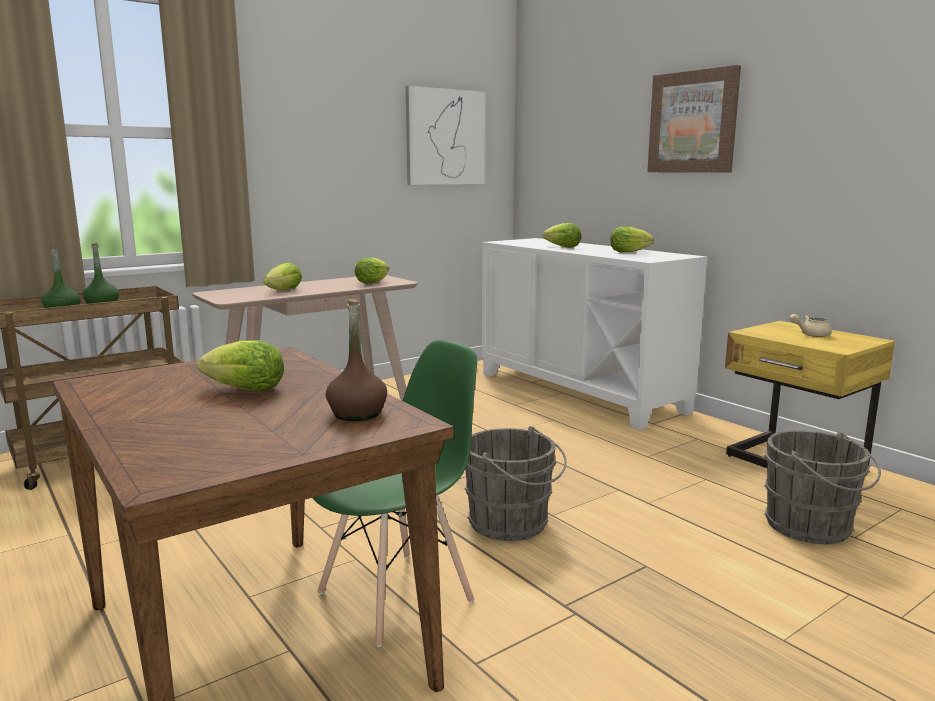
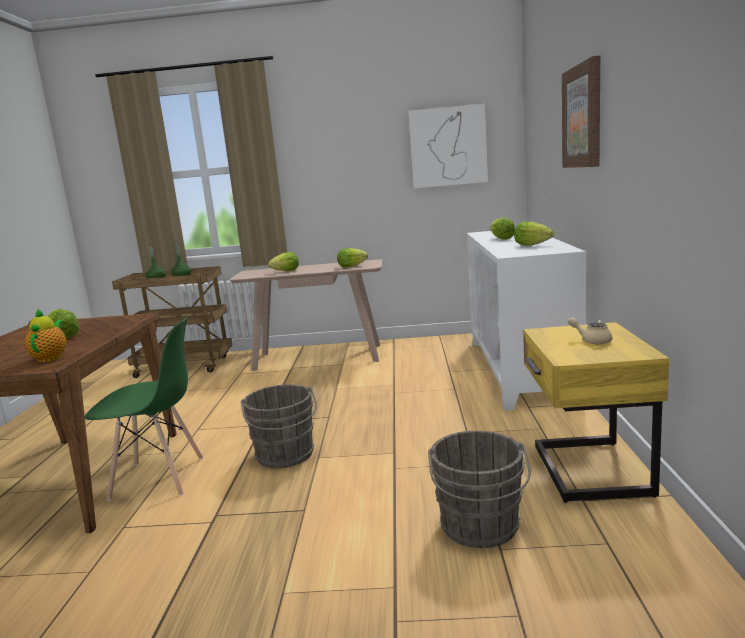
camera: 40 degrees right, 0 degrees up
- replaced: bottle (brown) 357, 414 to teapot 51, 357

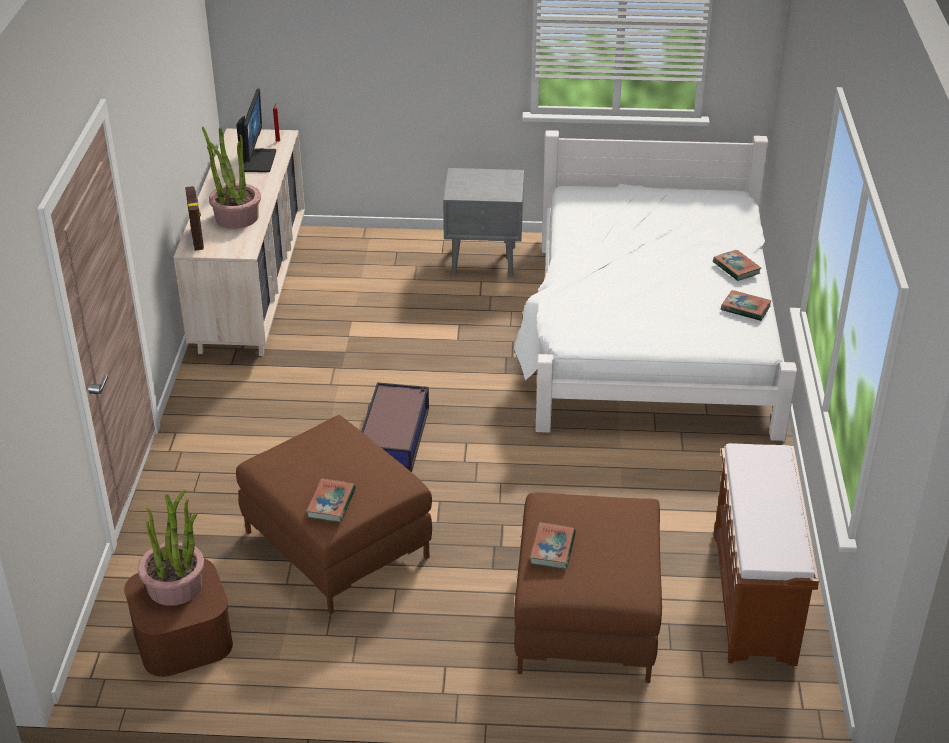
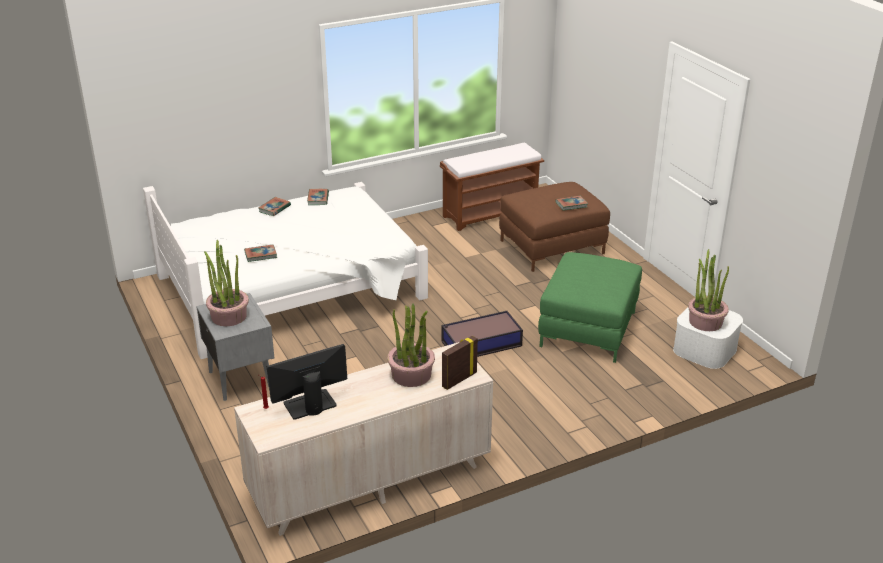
camera: 120 degrees left, 5 degrees down
- recoloured: storage box (brown) 182, 637 to storage box (white) 705, 349
- recoloured: ottoman (brown) 335, 544 to ottoman (green) 588, 329
- moved: book 331, 503 to 260, 255
- added: potted plant 229, 316

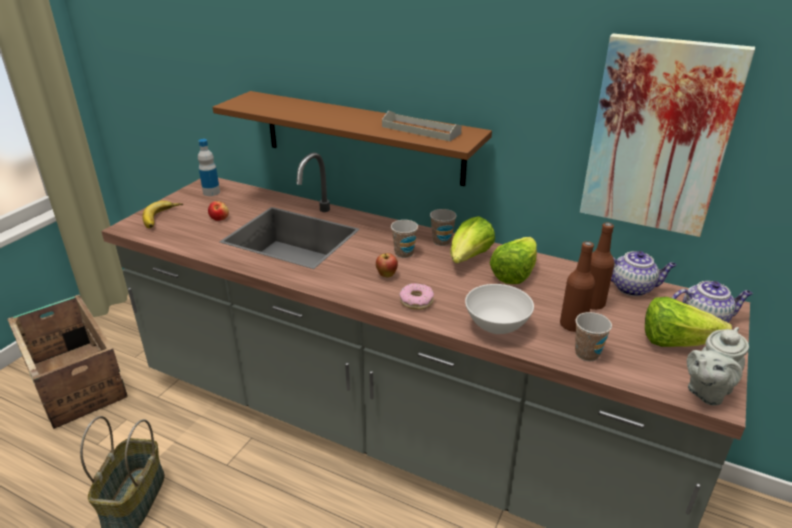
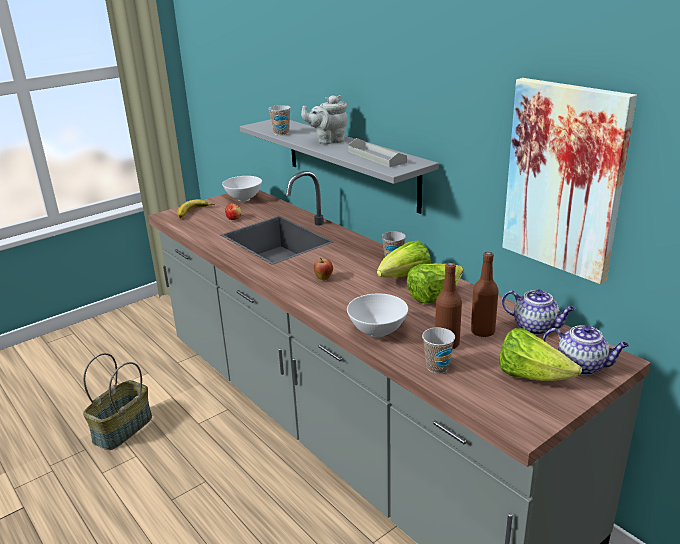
camera: 25 degrees right, 5 degrees down
- removed: crate 76, 380
- replaced: bottle 211, 192 to bowl (white) 243, 199
- recoloured: shelf (brown) 361, 137 to shelf (grey) 350, 162
- moved: cup 404, 253 to 281, 133
- removed: donut 416, 301
- moved: teapot (grey) 707, 391 to 328, 141

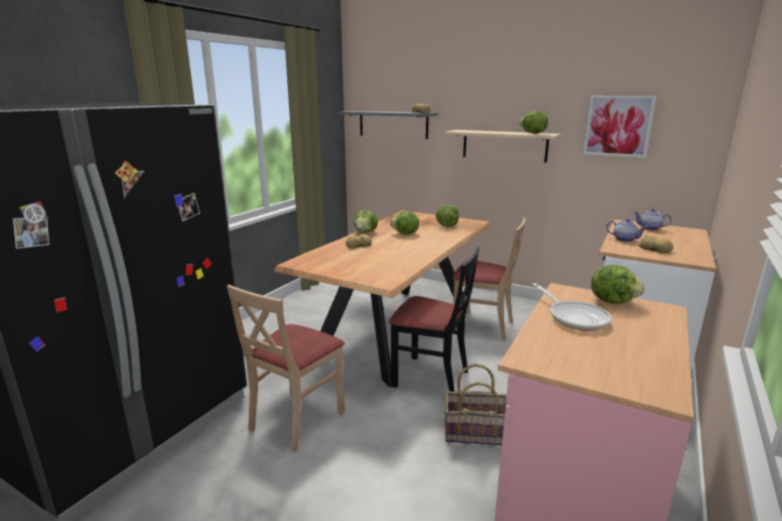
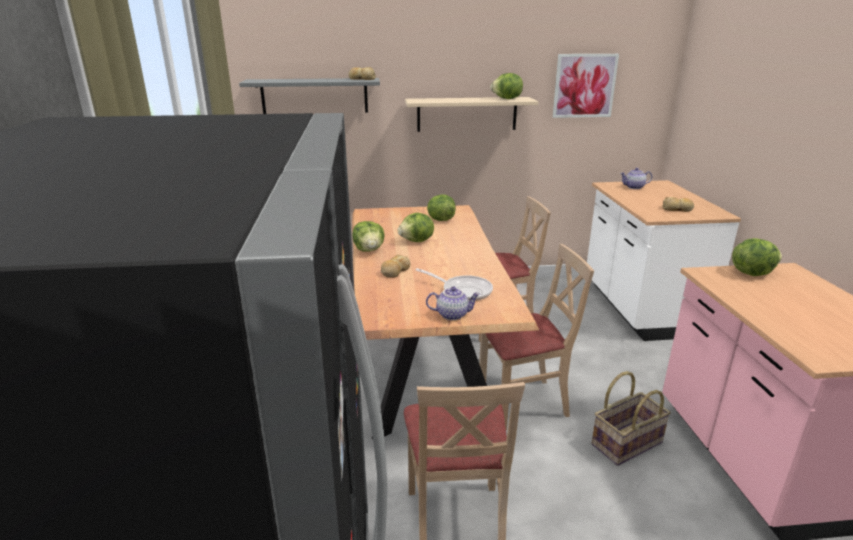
camera: 35 degrees left, 5 degrees up
- recoloured: chair (black) 430, 377 to chair (beige) 522, 402
- moved: frying pan 575, 318 to 463, 291
- moved: teapot 624, 239 to 452, 314

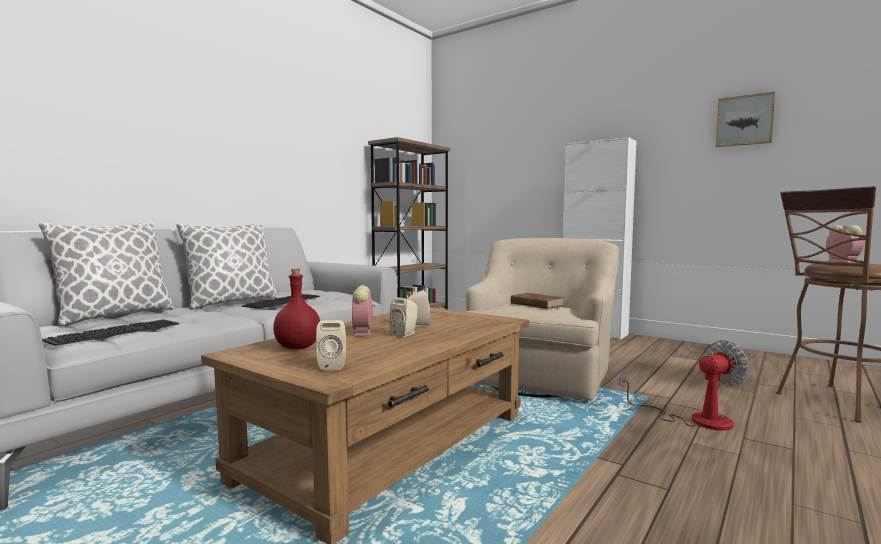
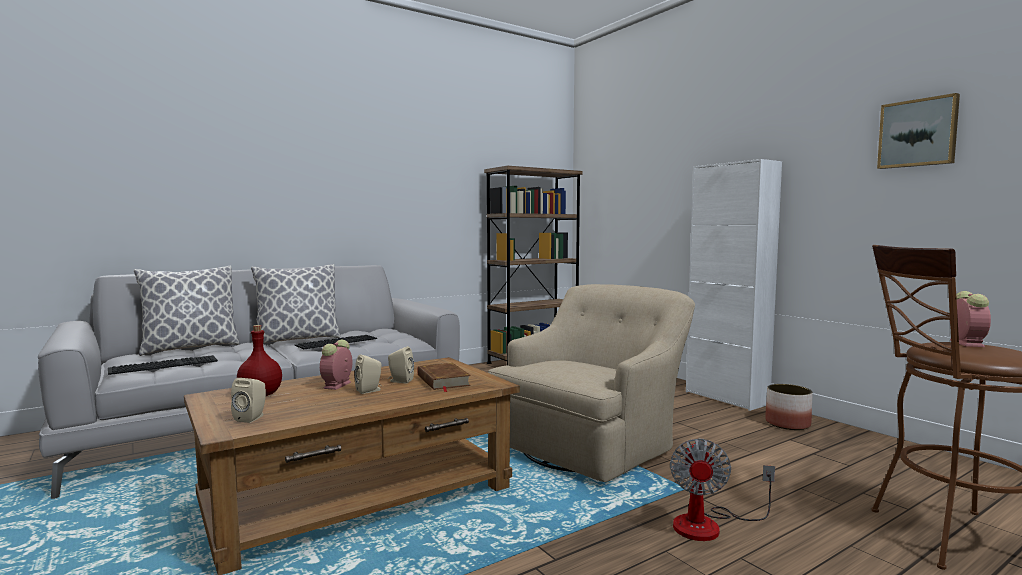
camera: 20 degrees right, 0 degrees up
- moved: book (brown) 537, 304 to 443, 381
- turned: fan 695, 419 = 709, 525 105 degrees clockwise
- added: planter 788, 424

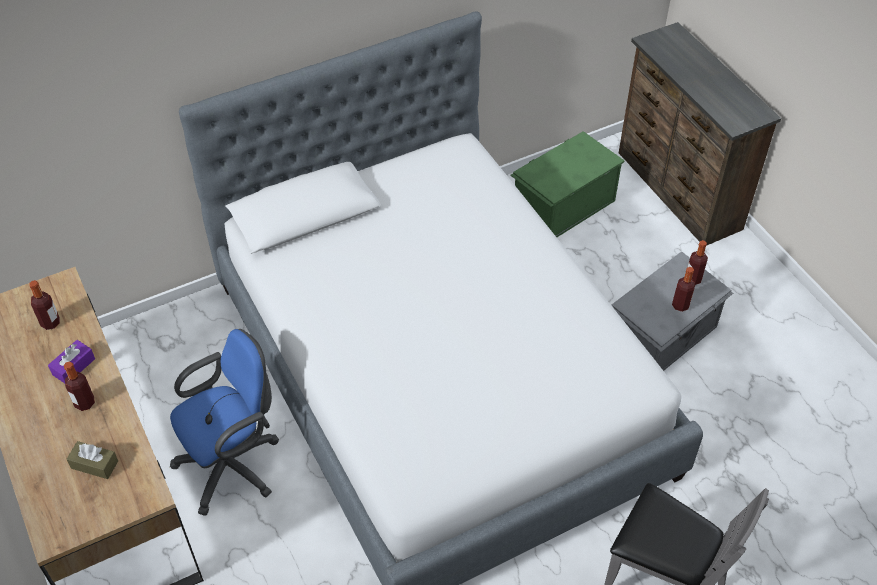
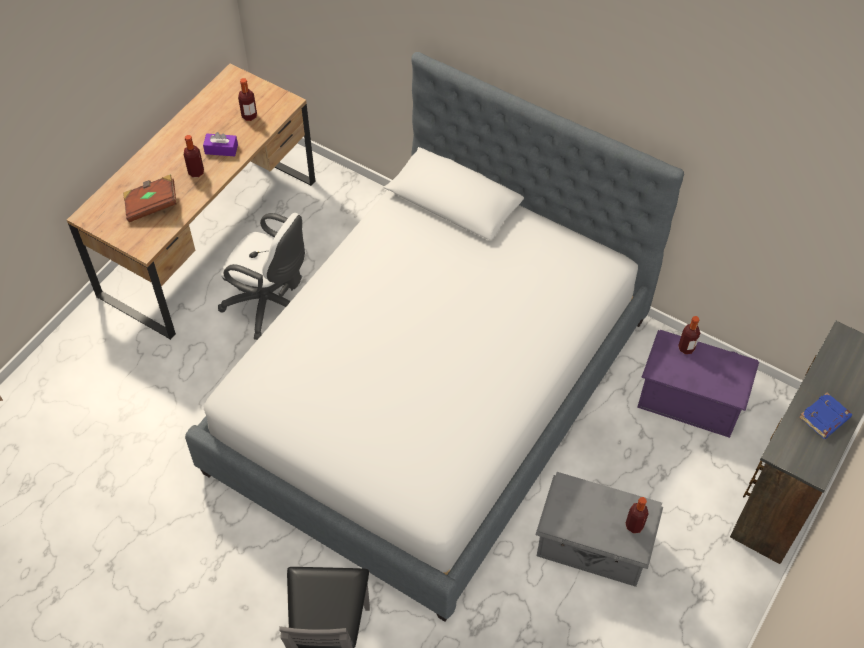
camera: 60 degrees right, 5 degrees up
- replaced: tissue box (brown) 94, 464 to book (brown) 152, 205
- recoloured: office chair (blue) 234, 464 to office chair (white) 271, 305
- recoloured: storage box (green) 562, 205 to storage box (purple) 690, 397
- moved: bottle 680, 305 to 686, 348
- added: book (blue) 824, 418

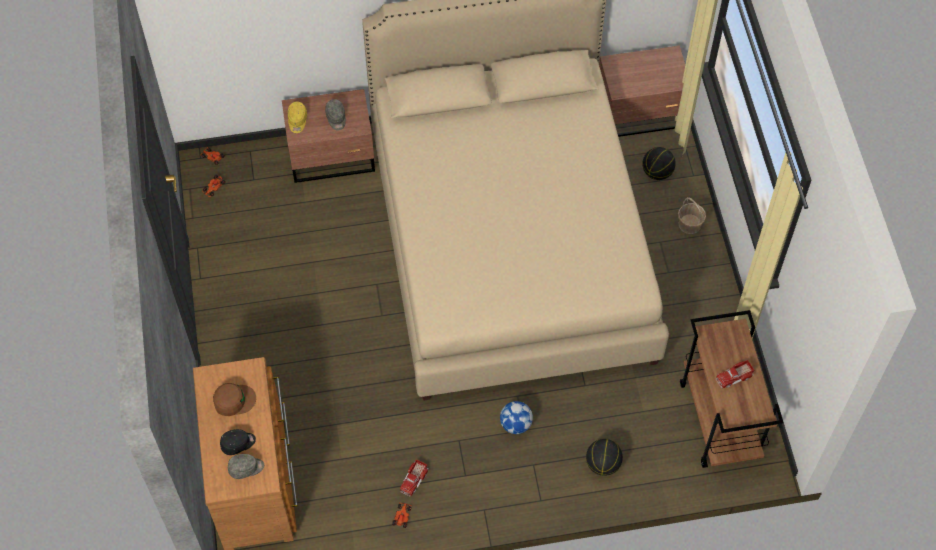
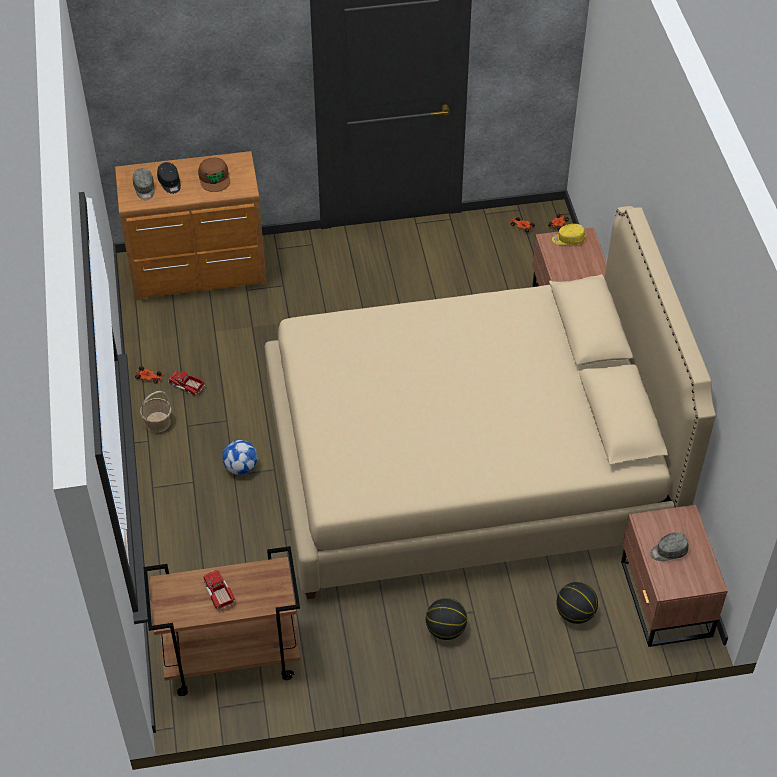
camera: 90 degrees right, 10 degrees down
- moved: cap (grey) 336, 118 to 668, 551
- moved: basketball 603, 464 to 445, 630
- moved: basket 689, 224 to 157, 422

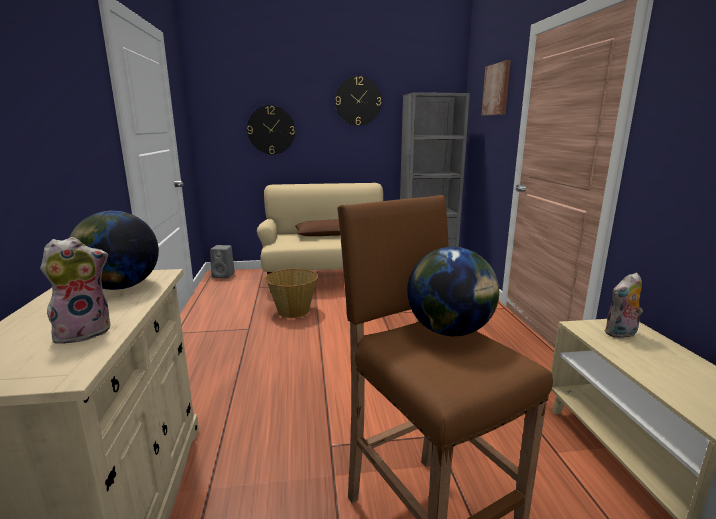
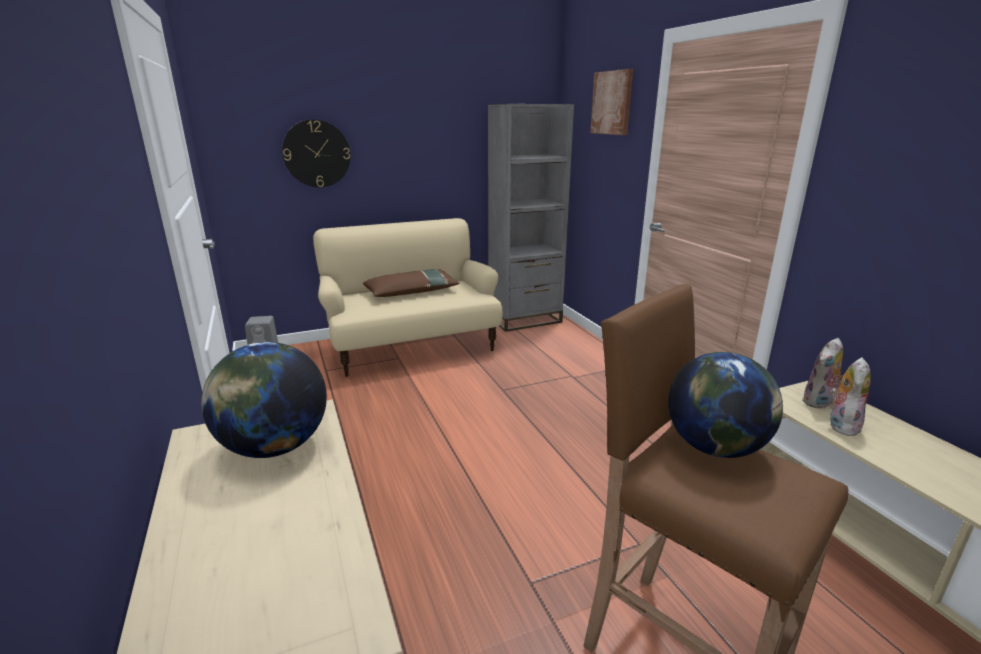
camera: 15 degrees left, 5 degrees up
- moved: plush toy 84, 332 to 841, 425
- removed: basket 293, 311
- removed: wall clock 358, 101

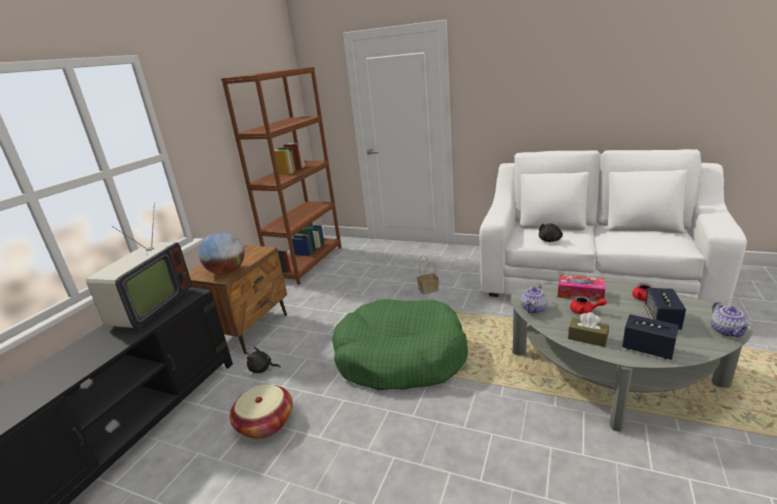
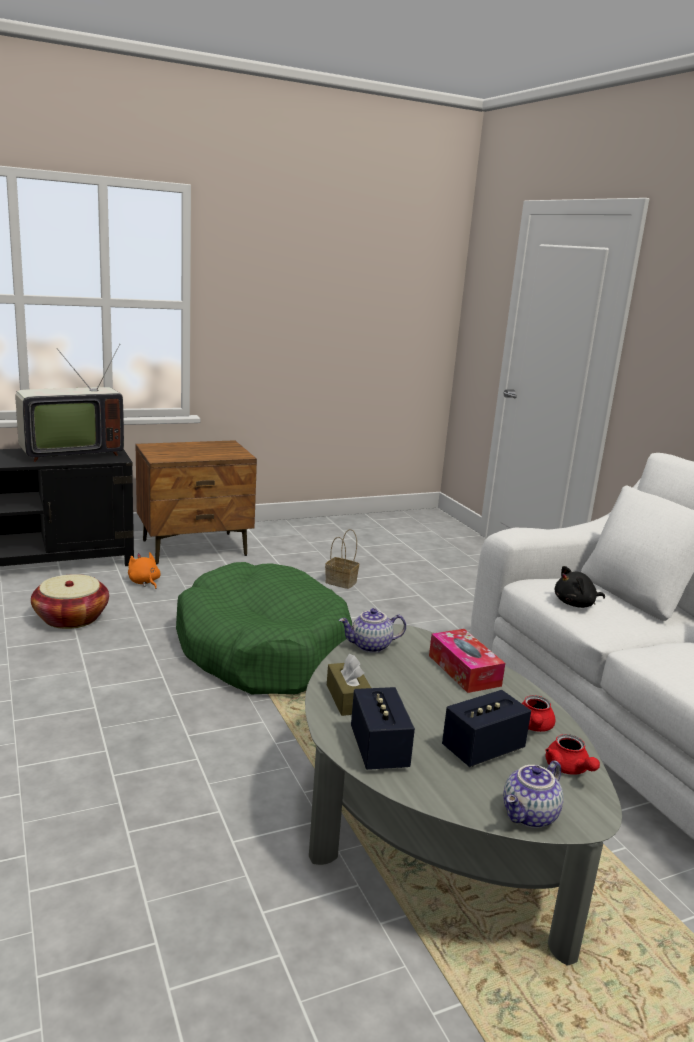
camera: 40 degrees right, 5 degrees down
- removed: globe 227, 272
- removed: bookcase (brown) 307, 263
- recoloured: plush toy (black) 262, 369 to plush toy (orange) 144, 582
- moved: basket 429, 289 to 342, 582
- moved: teapot (red) 585, 311 to 569, 769

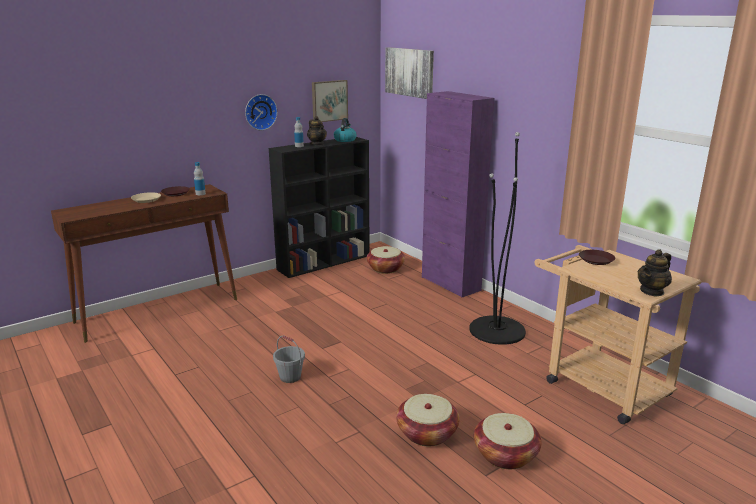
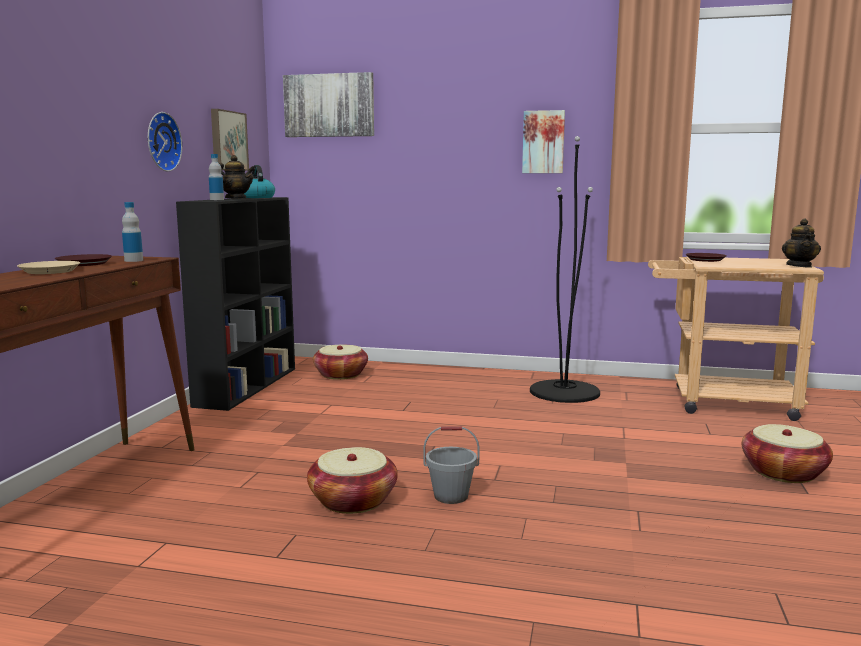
camera: 40 degrees left, 10 degrees down
- moved: basket 427, 433 to 353, 501
- removed: cabinet (purple) 450, 284
- added: picture 543, 142

